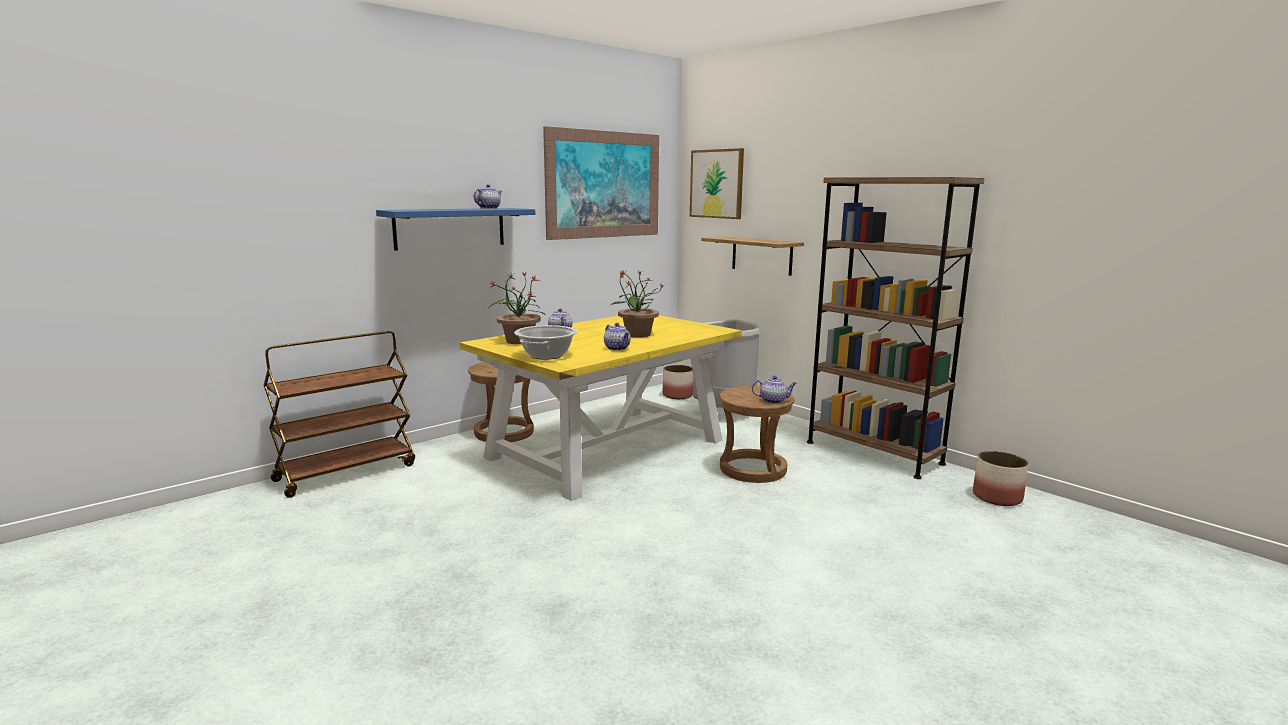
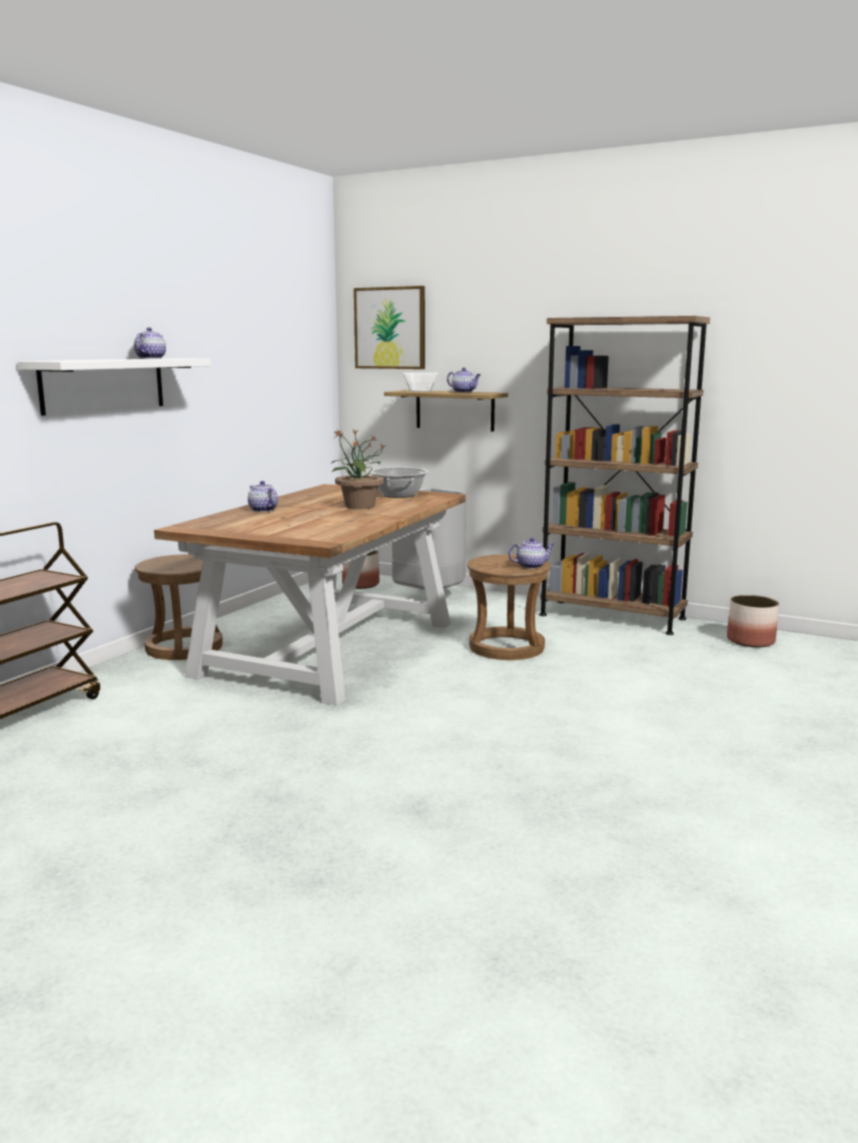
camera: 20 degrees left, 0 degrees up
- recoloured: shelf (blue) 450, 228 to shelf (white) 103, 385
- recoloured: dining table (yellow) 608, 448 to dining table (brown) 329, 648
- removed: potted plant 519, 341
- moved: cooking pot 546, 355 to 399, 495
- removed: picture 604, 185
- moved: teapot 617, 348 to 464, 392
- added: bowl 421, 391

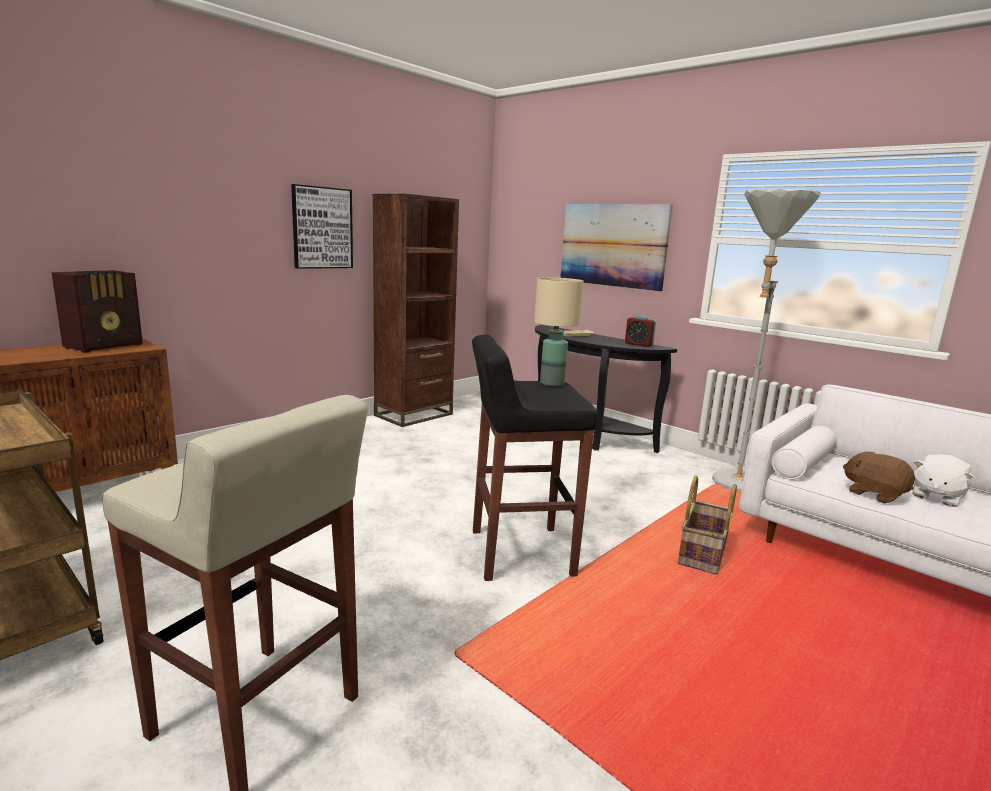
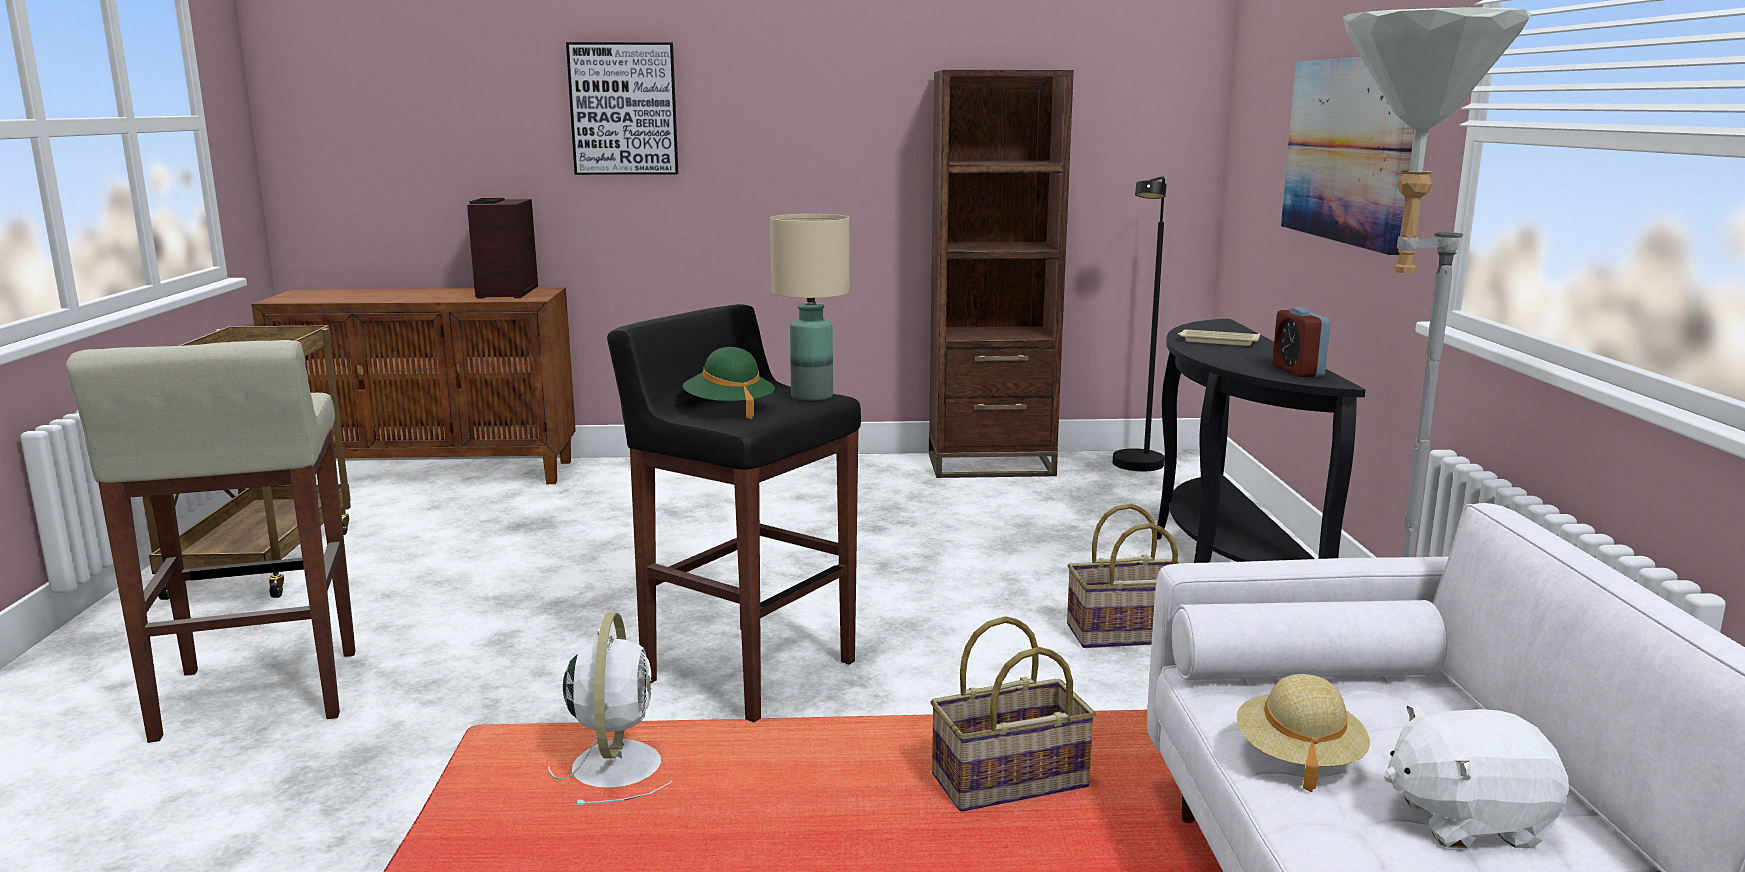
camera: 45 degrees right, 0 degrees up
- turned: radio 106, 346 = 505, 293 105 degrees clockwise
- moved: picture 322, 228 to 624, 109
- replaced: plush toy (brown) 874, 494 to hat (beige) 1298, 757
- added: fan (white) 617, 763
- added: hat (green) 729, 409
- added: basket 1127, 634
- added: floor lamp (black) 1137, 468

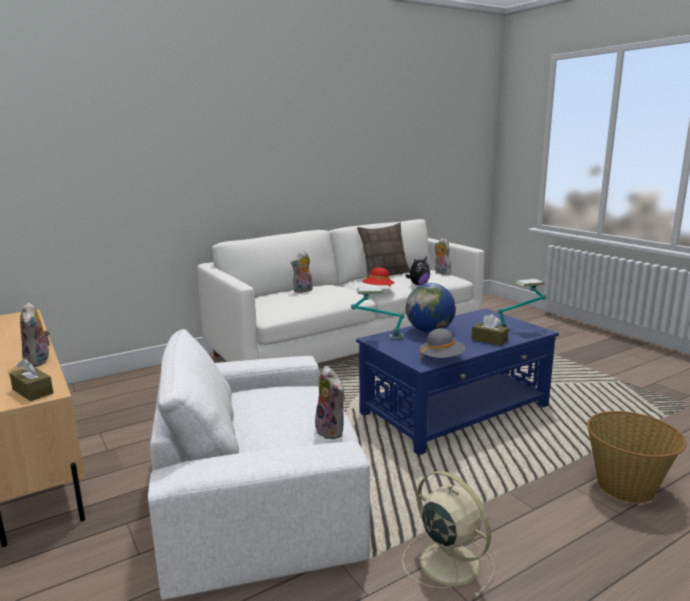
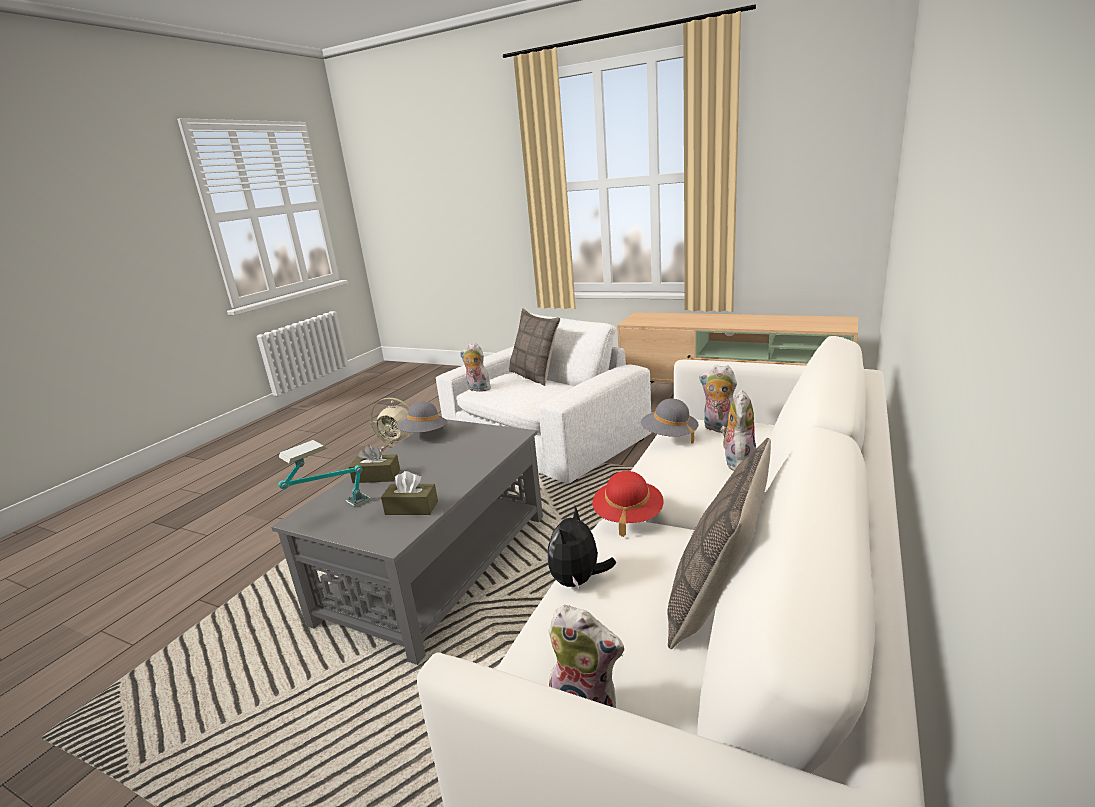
camera: 150 degrees right, 5 degrees up
- moved: tissue box (brown) 32, 391 to 411, 508
- moved: plush toy 39, 361 to 718, 429
- removed: table lamp 377, 337
- recoloured: coffee table (blue) 455, 410 to coffee table (grey) 436, 567
- removed: globe 429, 331
- removed: basket 627, 486
- added: pillow 535, 376
- added: hat (grey) 669, 436

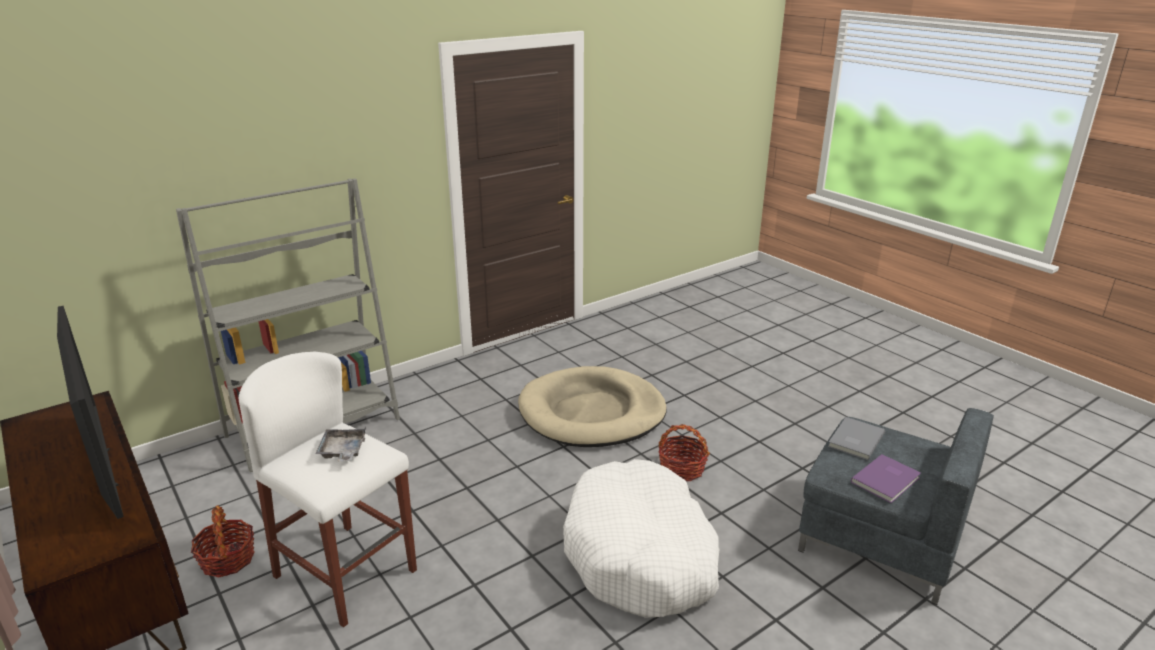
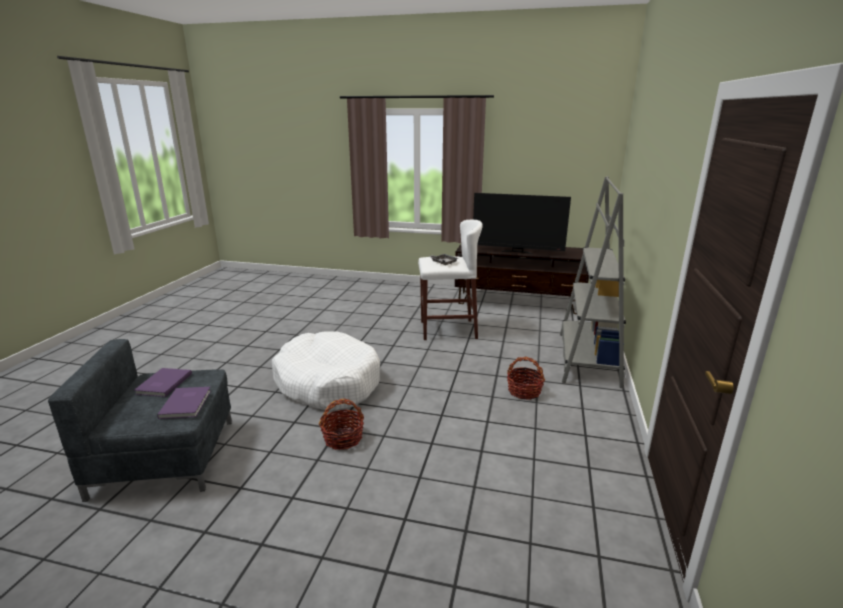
camera: 140 degrees right, 5 degrees down
- moved: basket 228, 559 to 524, 391
- removed: dog bed (beige) 592, 412
- recoloured: book (grey) 854, 440 to book (purple) 187, 403

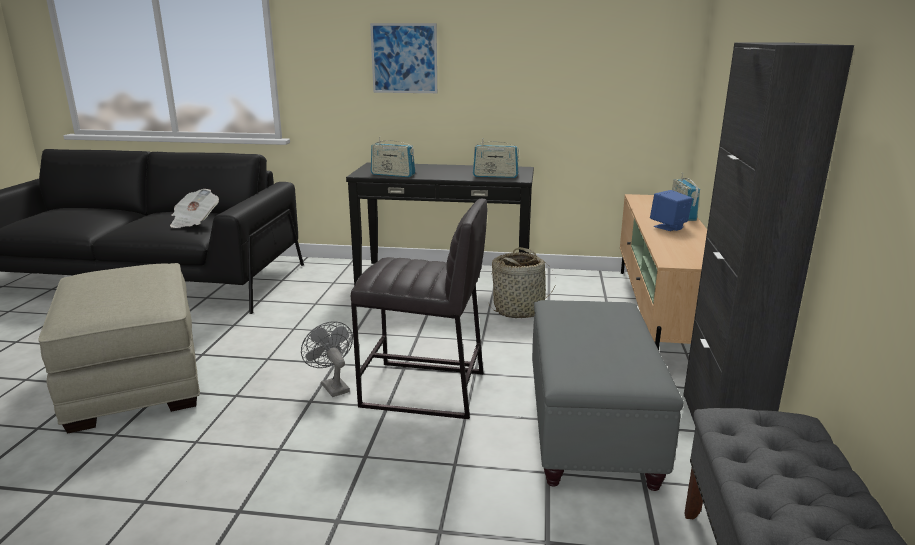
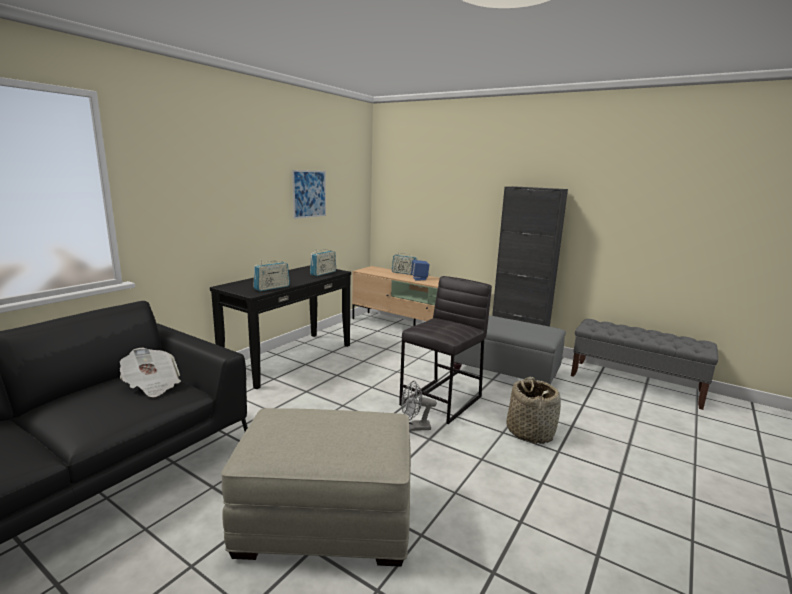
camera: 65 degrees left, 5 degrees down
- moved: picture 404, 58 to 309, 194
- moved: basket 519, 310 to 530, 432

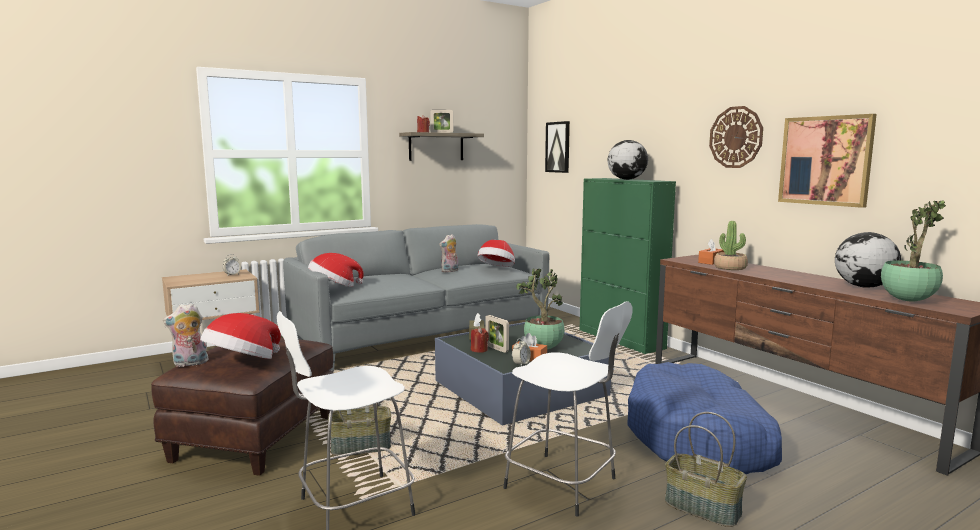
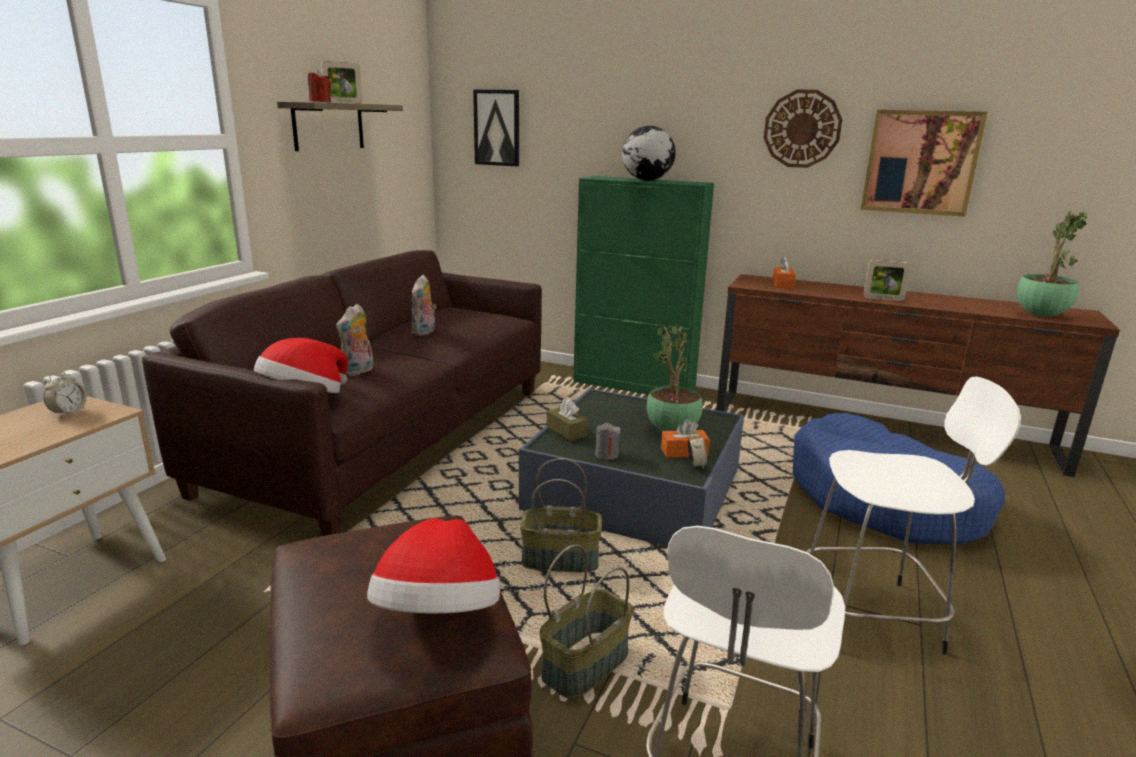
camera: 35 degrees left, 10 degrees up
- moved: plush toy 190, 364 to 358, 371
- recoloured: sofa (grey) 422, 336 to sofa (brown) 389, 437
- recoloured: candle (red) 479, 350 to candle (grey) 606, 455
- removed: hat 497, 269
- moved: picture frame 497, 349 to 883, 299
- moved: basket 703, 508 to 561, 559
- removed: potted plant 730, 268
- removed: globe 863, 287

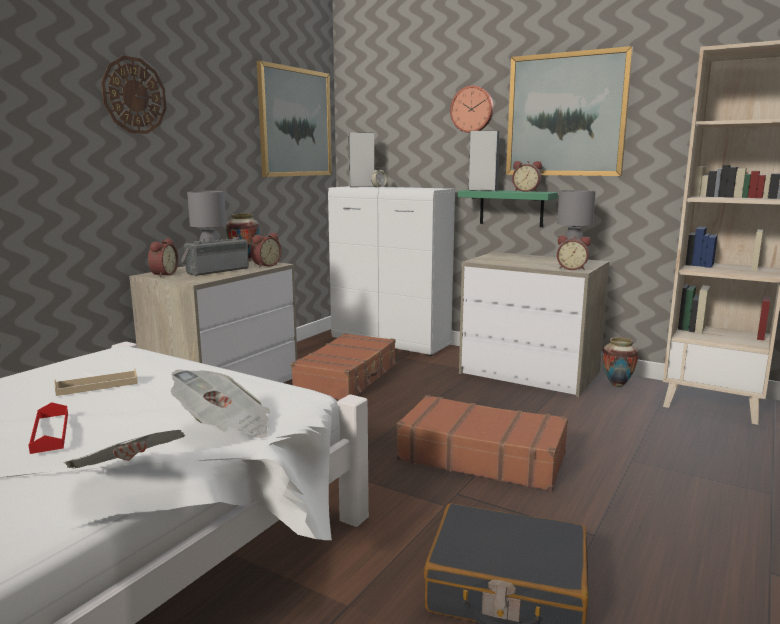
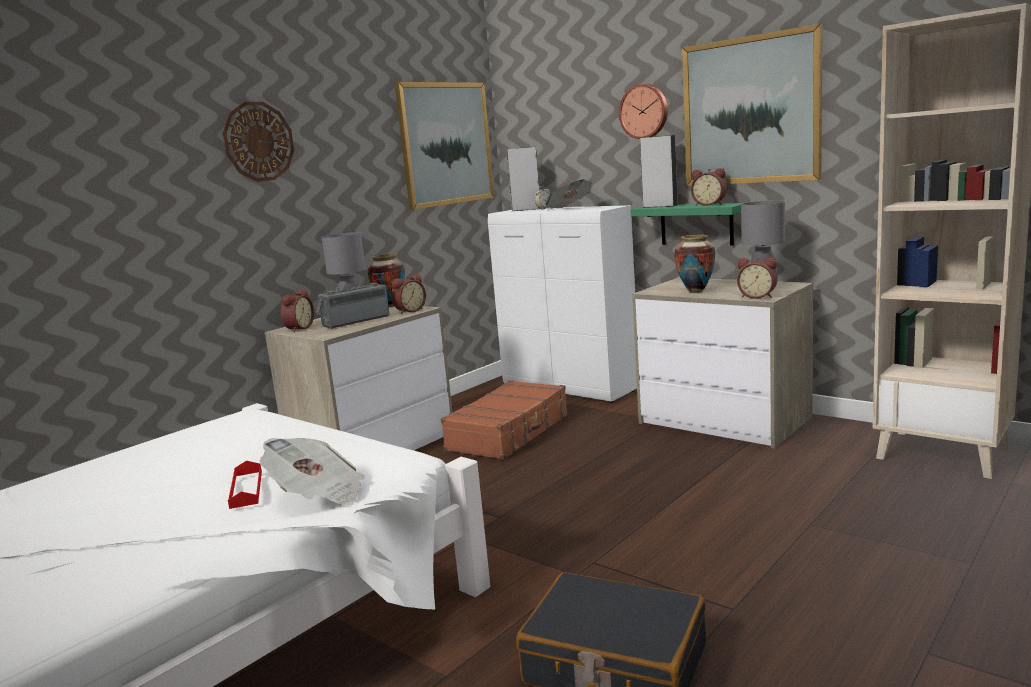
camera: 10 degrees right, 0 degrees up
- moved: tray (red) 50, 432 to 246, 489
- removed: tray (beige) 97, 386
- moved: newspaper 129, 478 to 569, 209
- removed: suitcase (brown) 481, 457
- moved: vase 617, 385 to 695, 291

